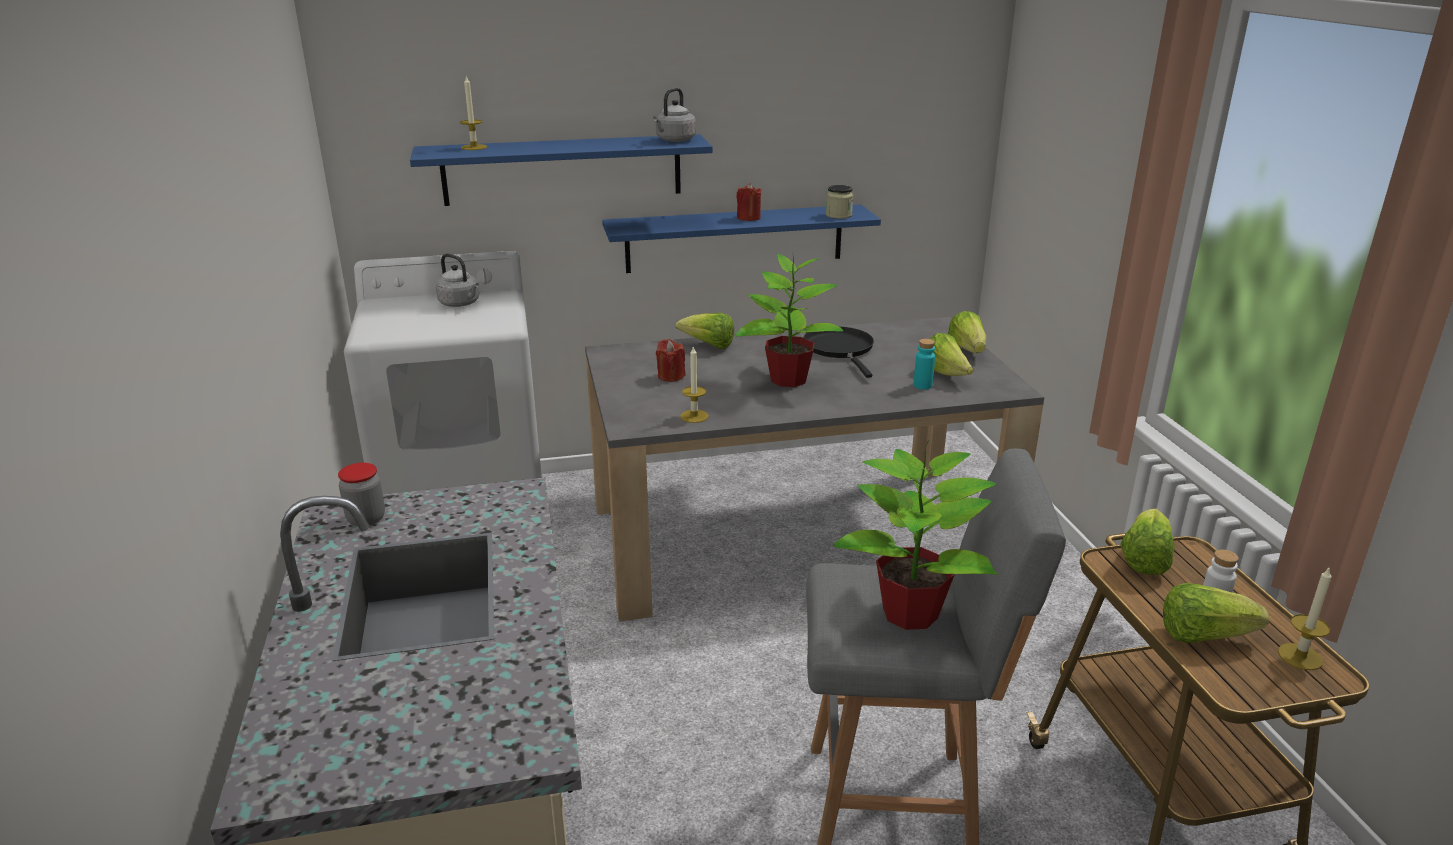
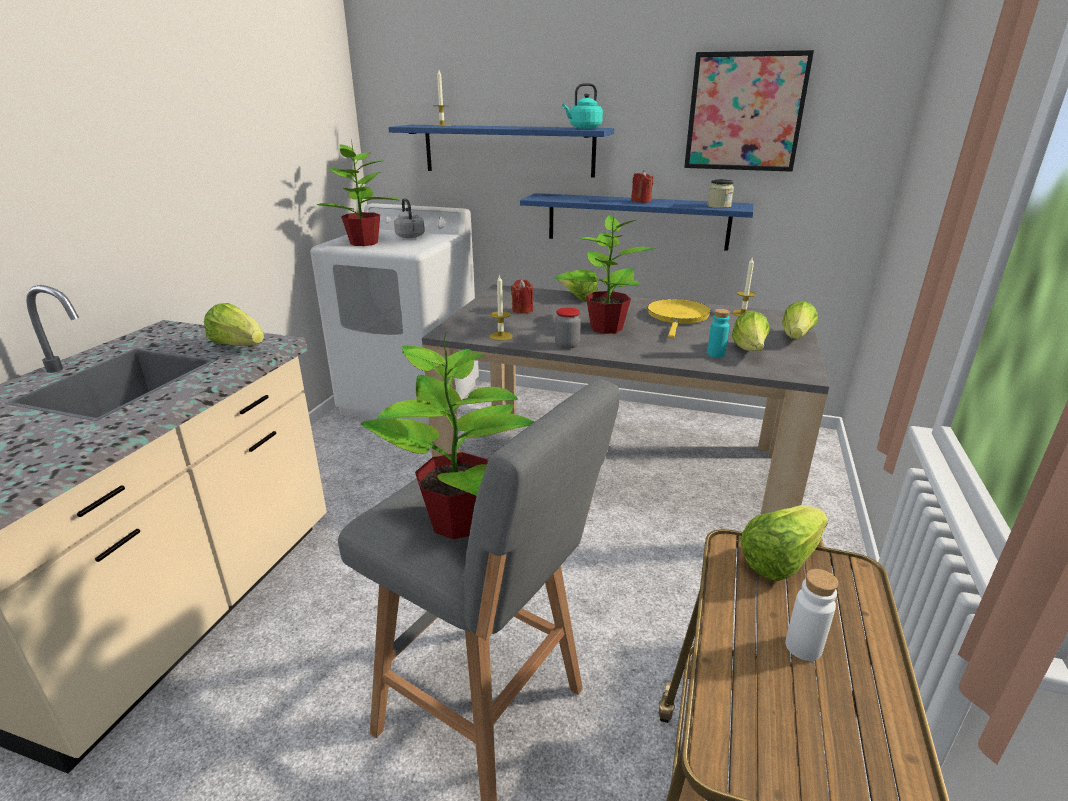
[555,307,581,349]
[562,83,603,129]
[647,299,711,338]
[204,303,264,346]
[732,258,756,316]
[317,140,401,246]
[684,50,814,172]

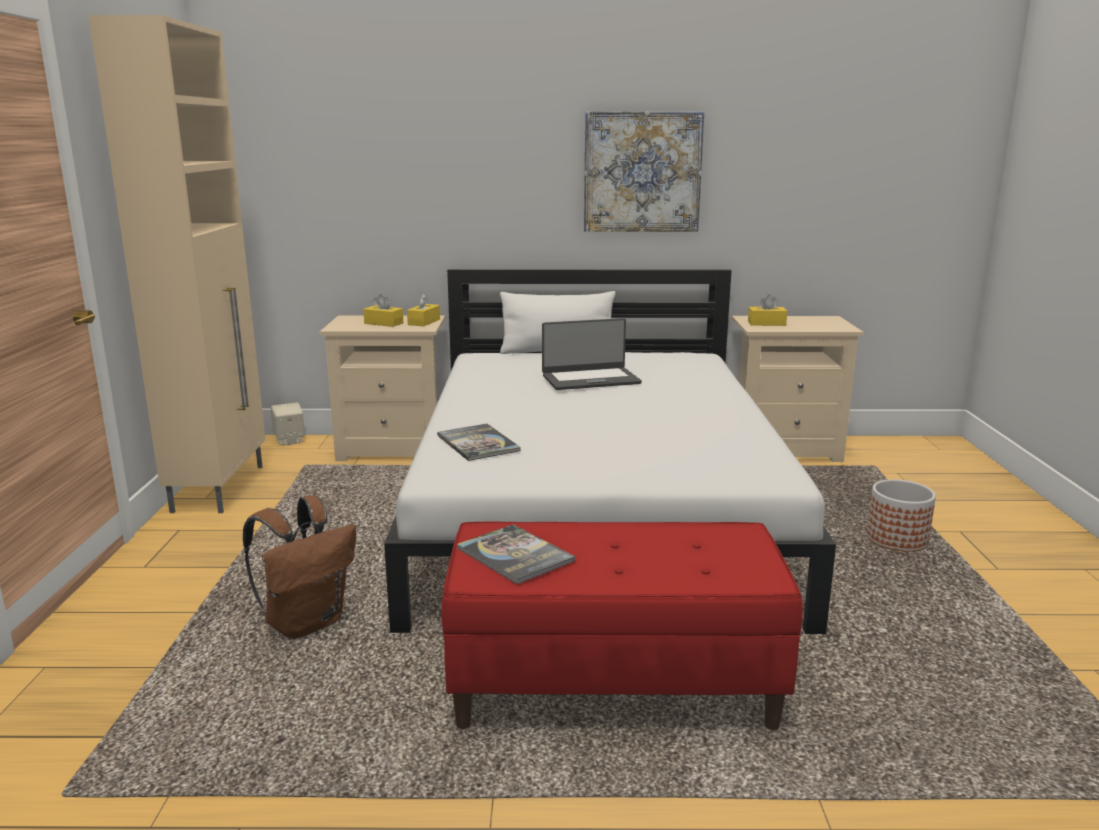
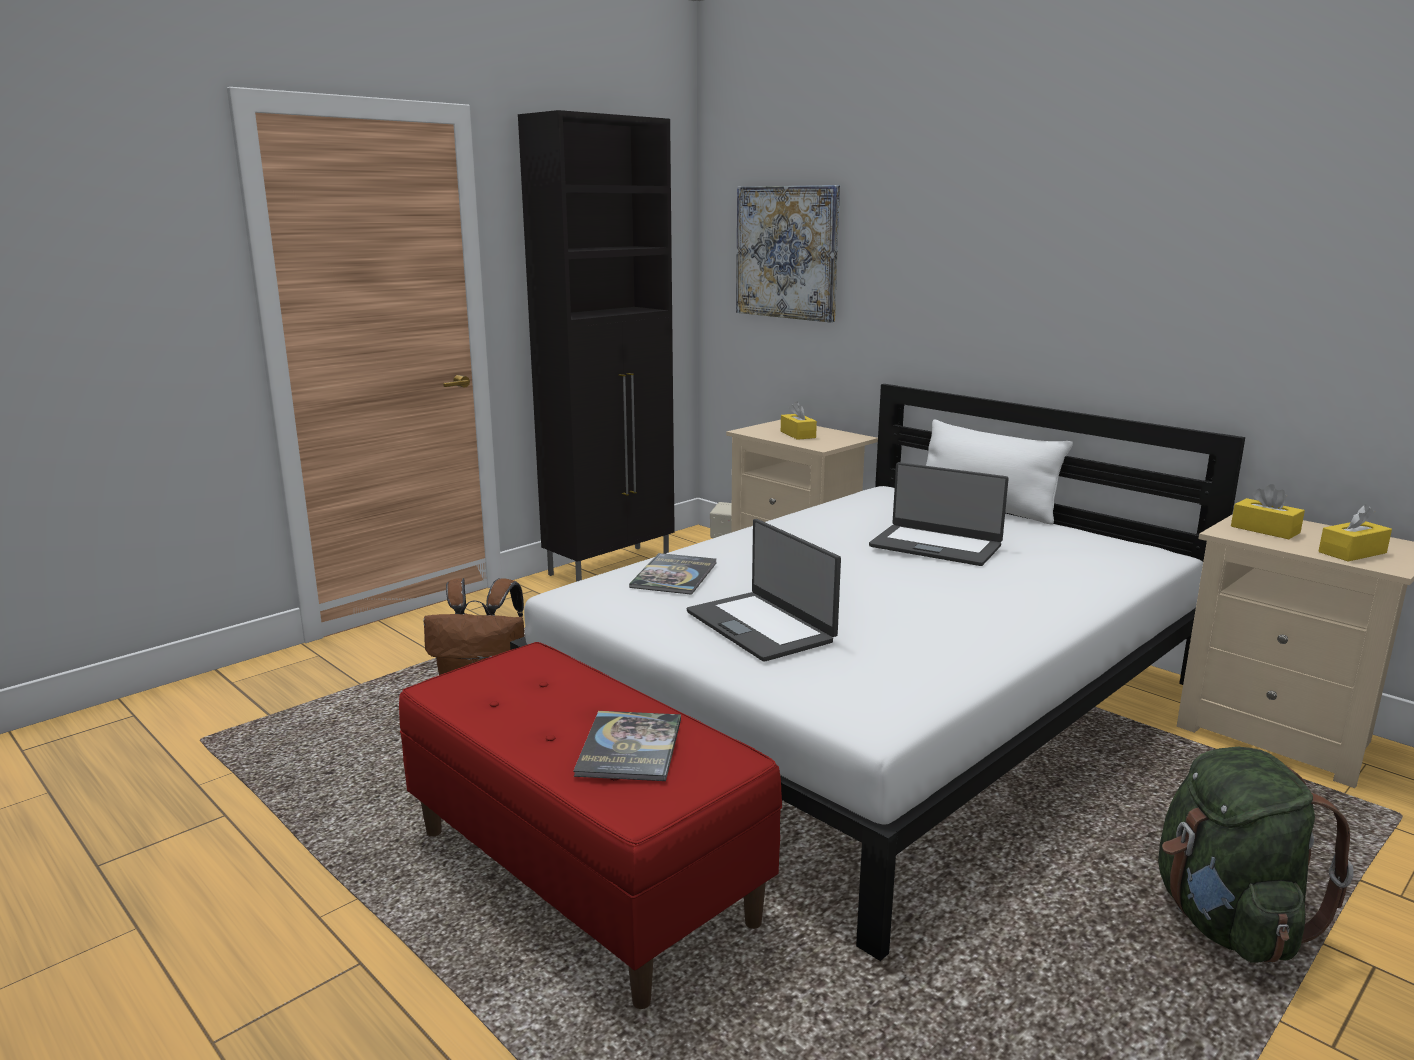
[518,110,675,582]
[1318,504,1392,562]
[573,711,681,781]
[736,185,840,322]
[1158,747,1353,963]
[686,519,841,662]

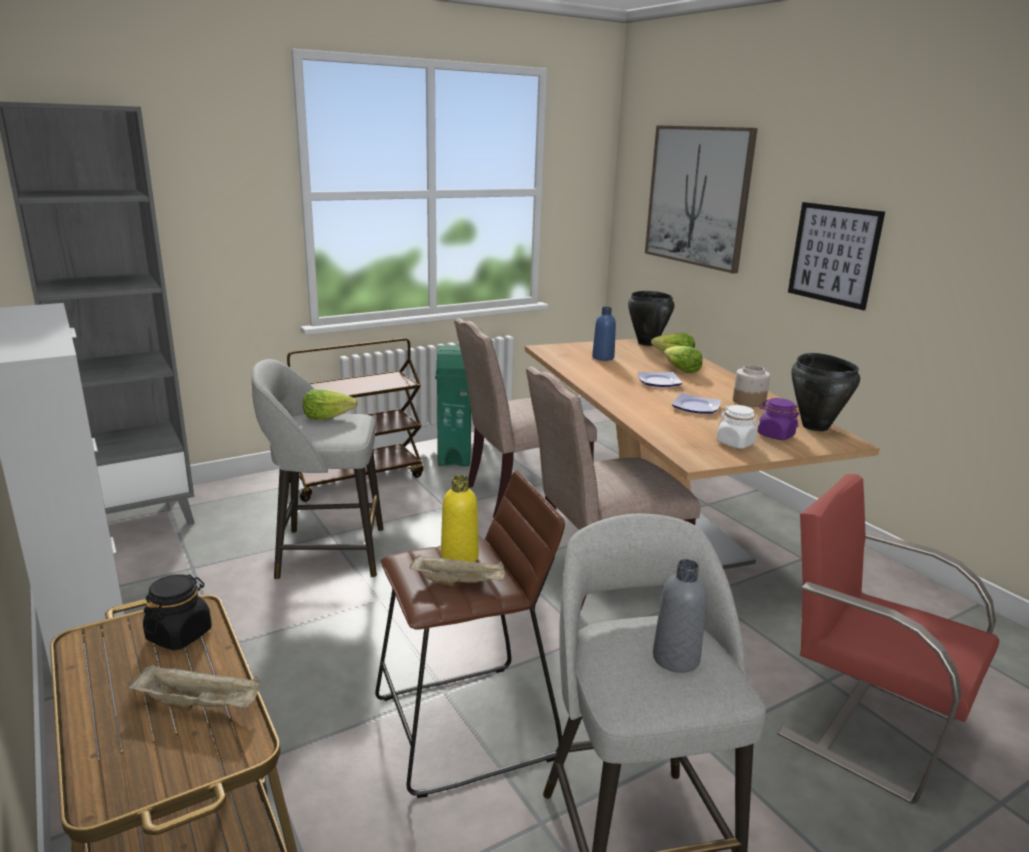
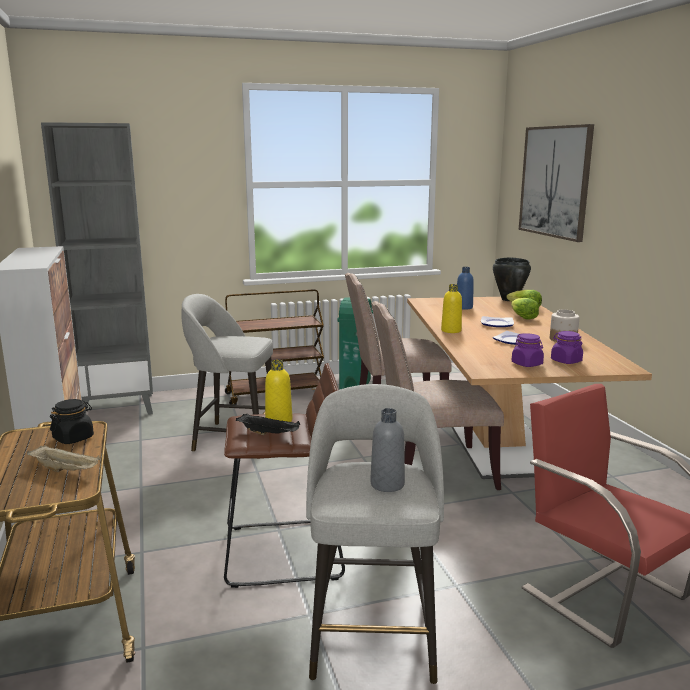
[303,389,358,420] (first image)
[236,413,300,435]
[512,333,544,367]
[788,202,885,310] (first image)
[791,353,860,431] (first image)
[441,284,462,333]

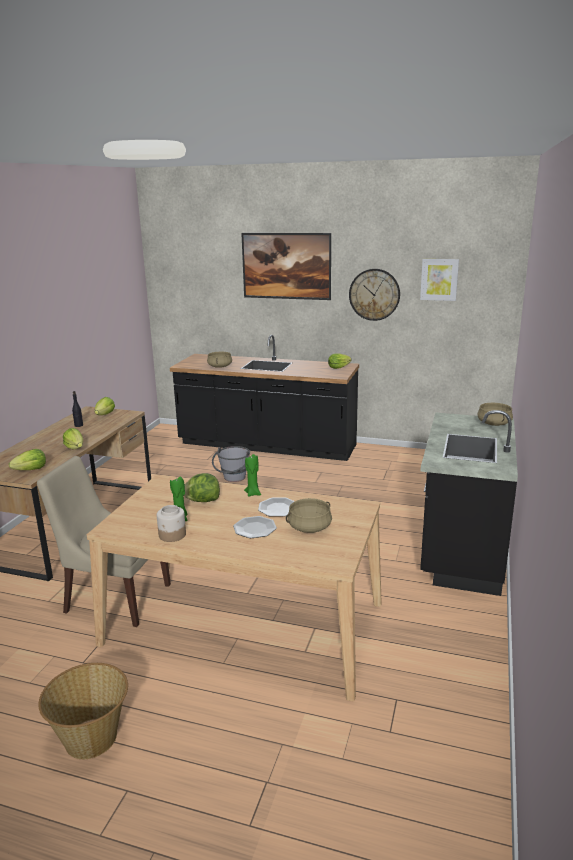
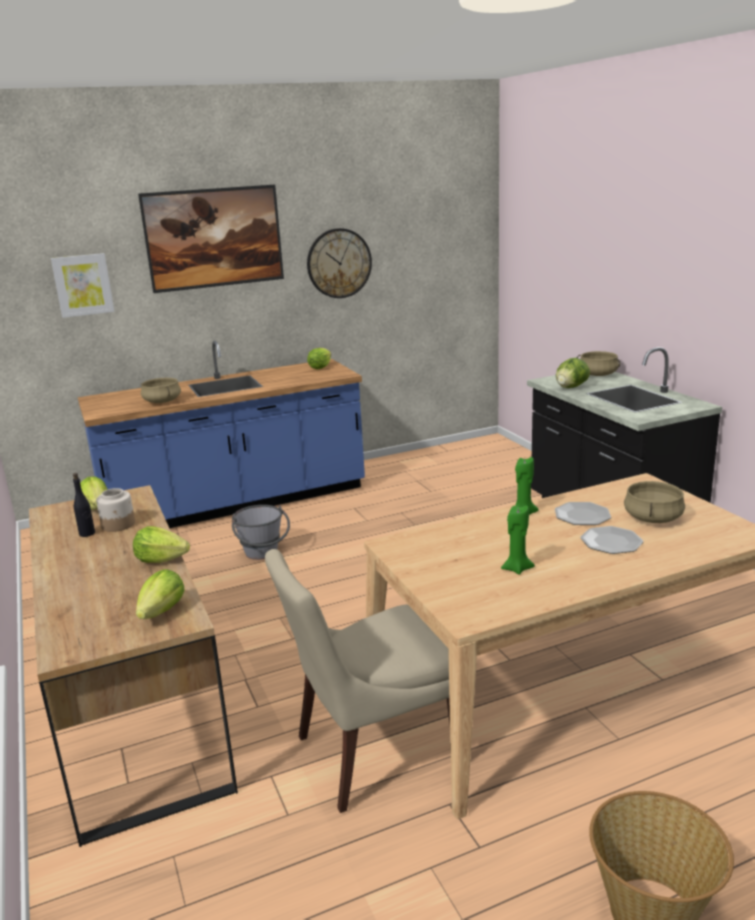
[96,488,135,532]
[78,341,365,528]
[556,358,590,388]
[51,253,115,318]

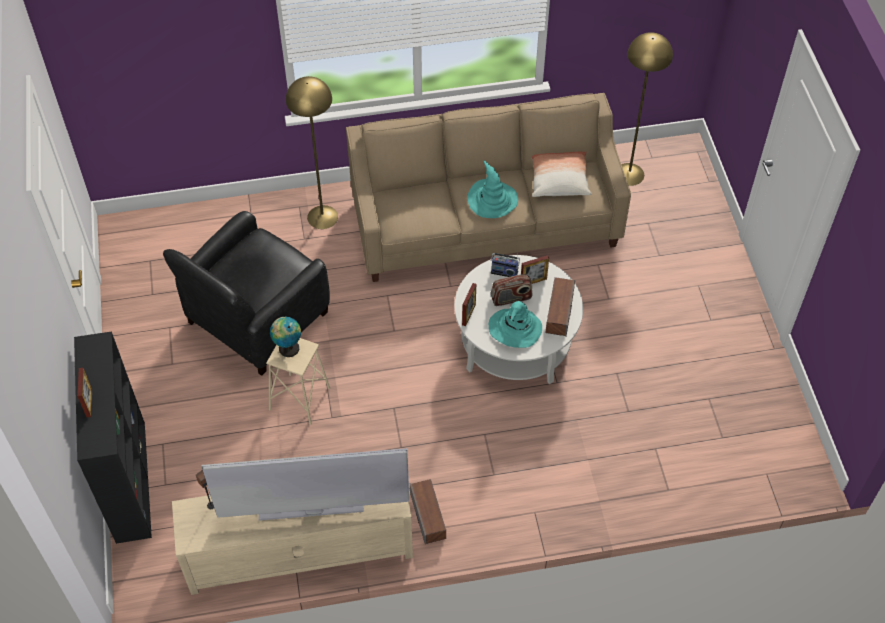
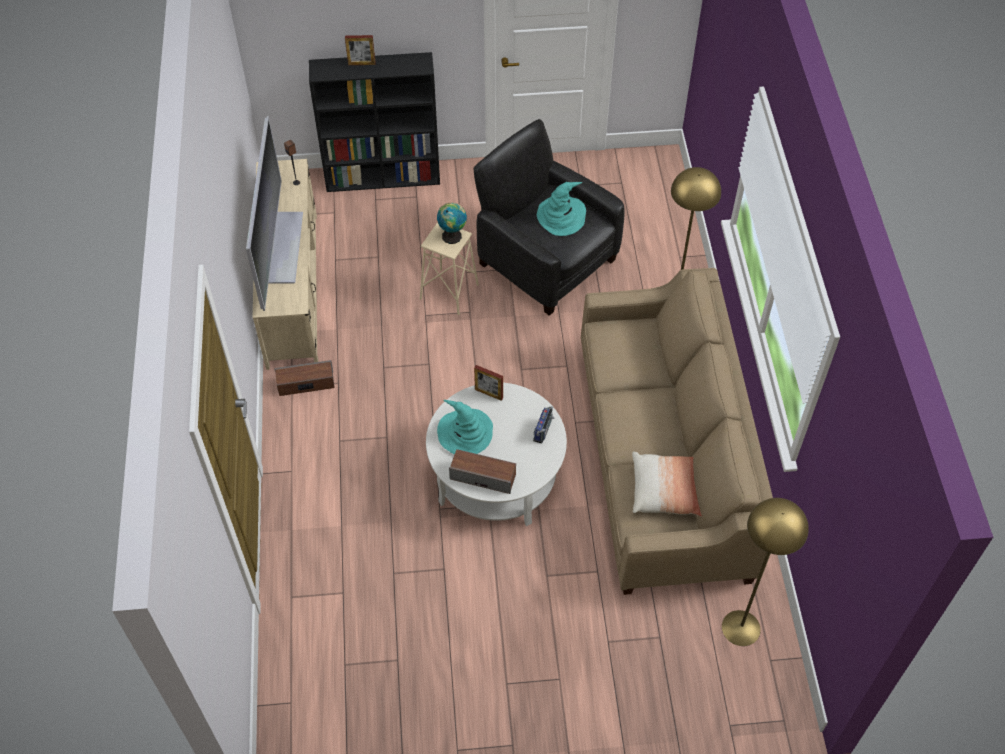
[537,182,586,236]
[491,274,532,306] (first image)
[521,255,549,284] (first image)

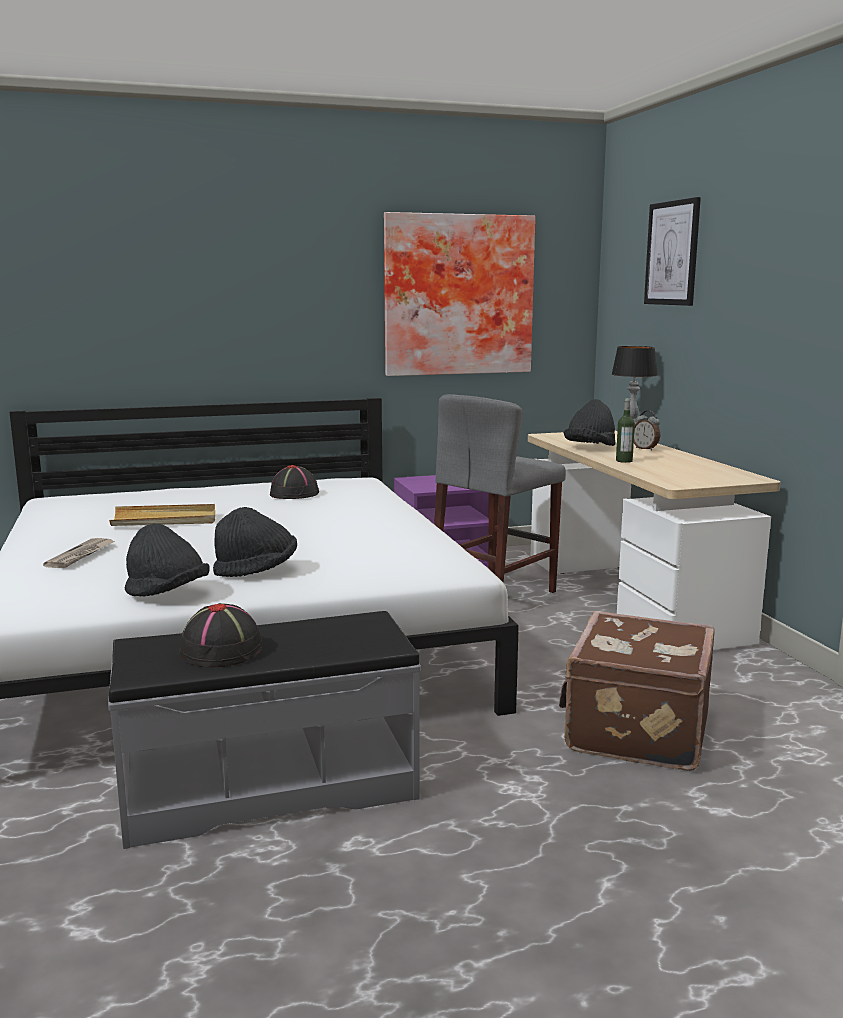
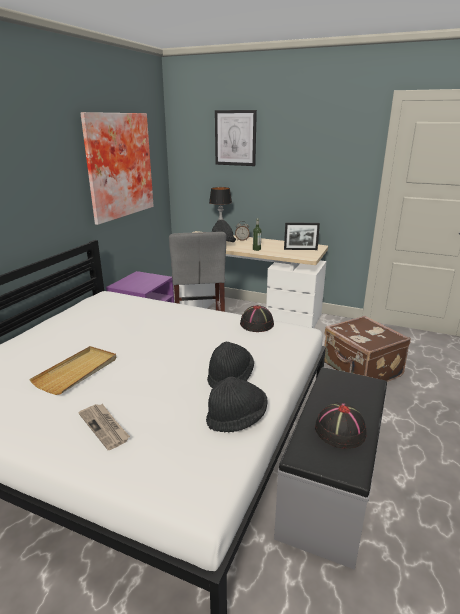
[240,305,274,332]
[284,222,320,250]

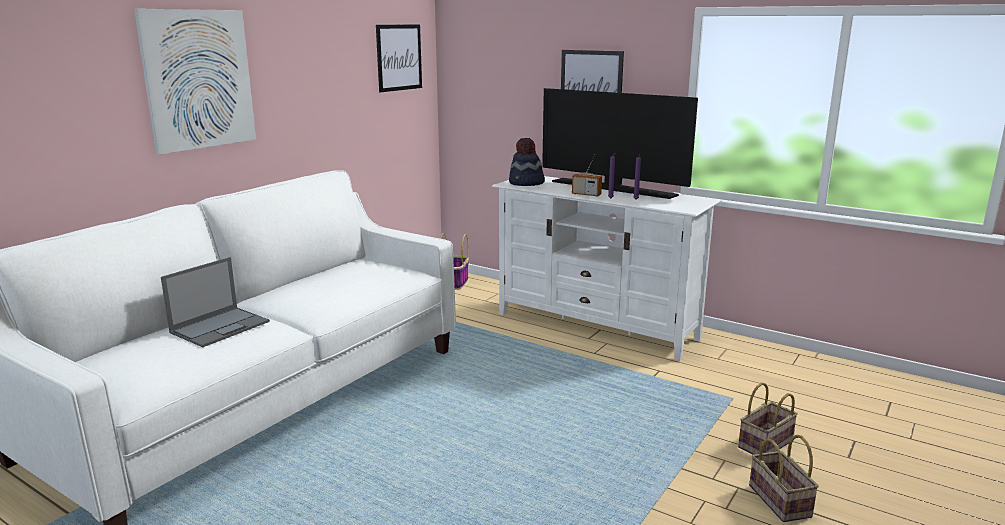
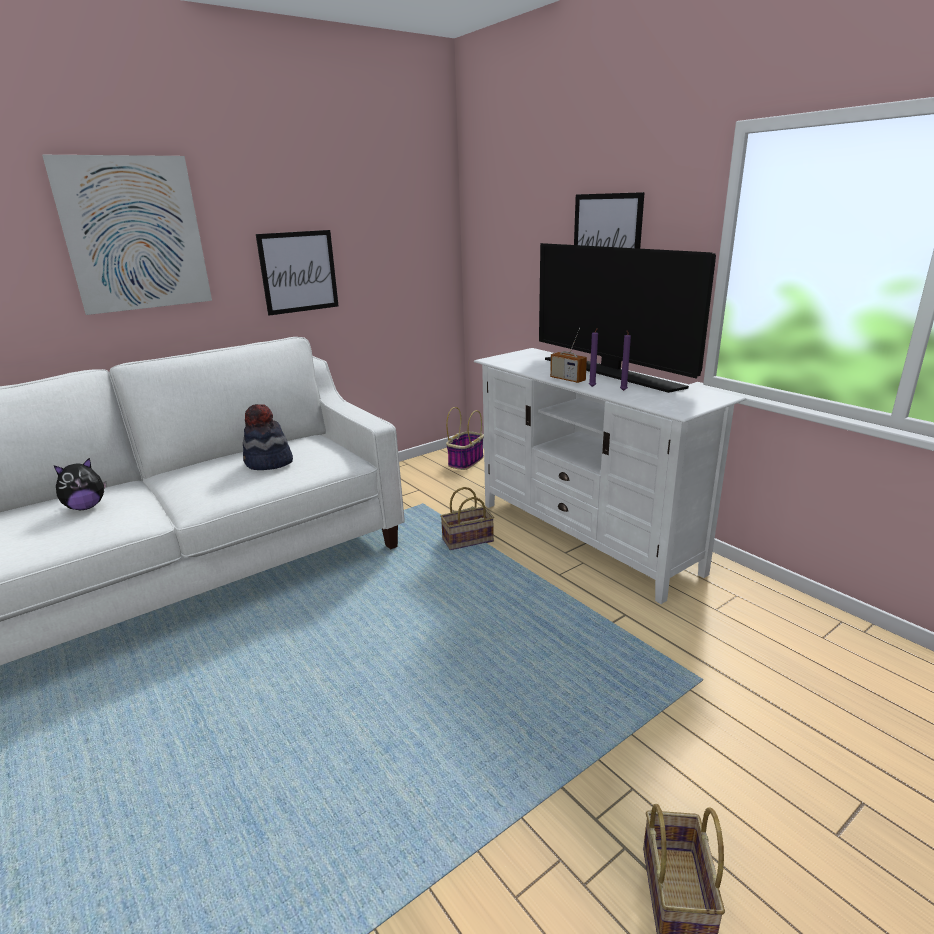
[54,458,107,510]
[256,230,339,316]
[243,404,293,470]
[440,487,494,550]

